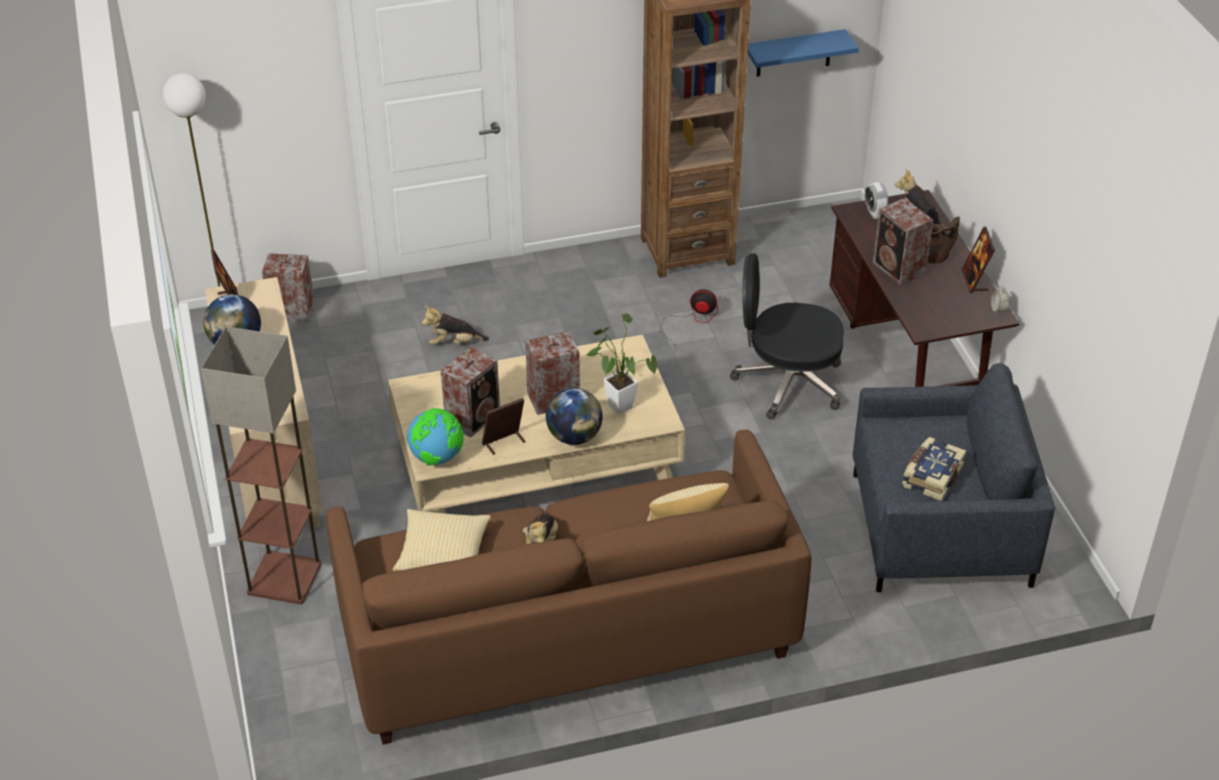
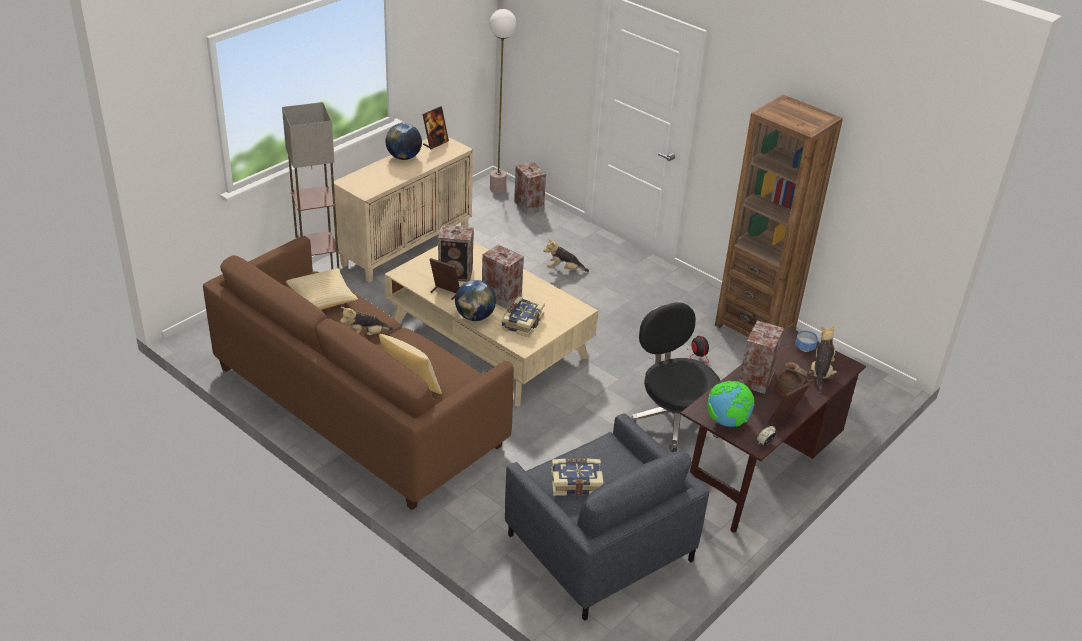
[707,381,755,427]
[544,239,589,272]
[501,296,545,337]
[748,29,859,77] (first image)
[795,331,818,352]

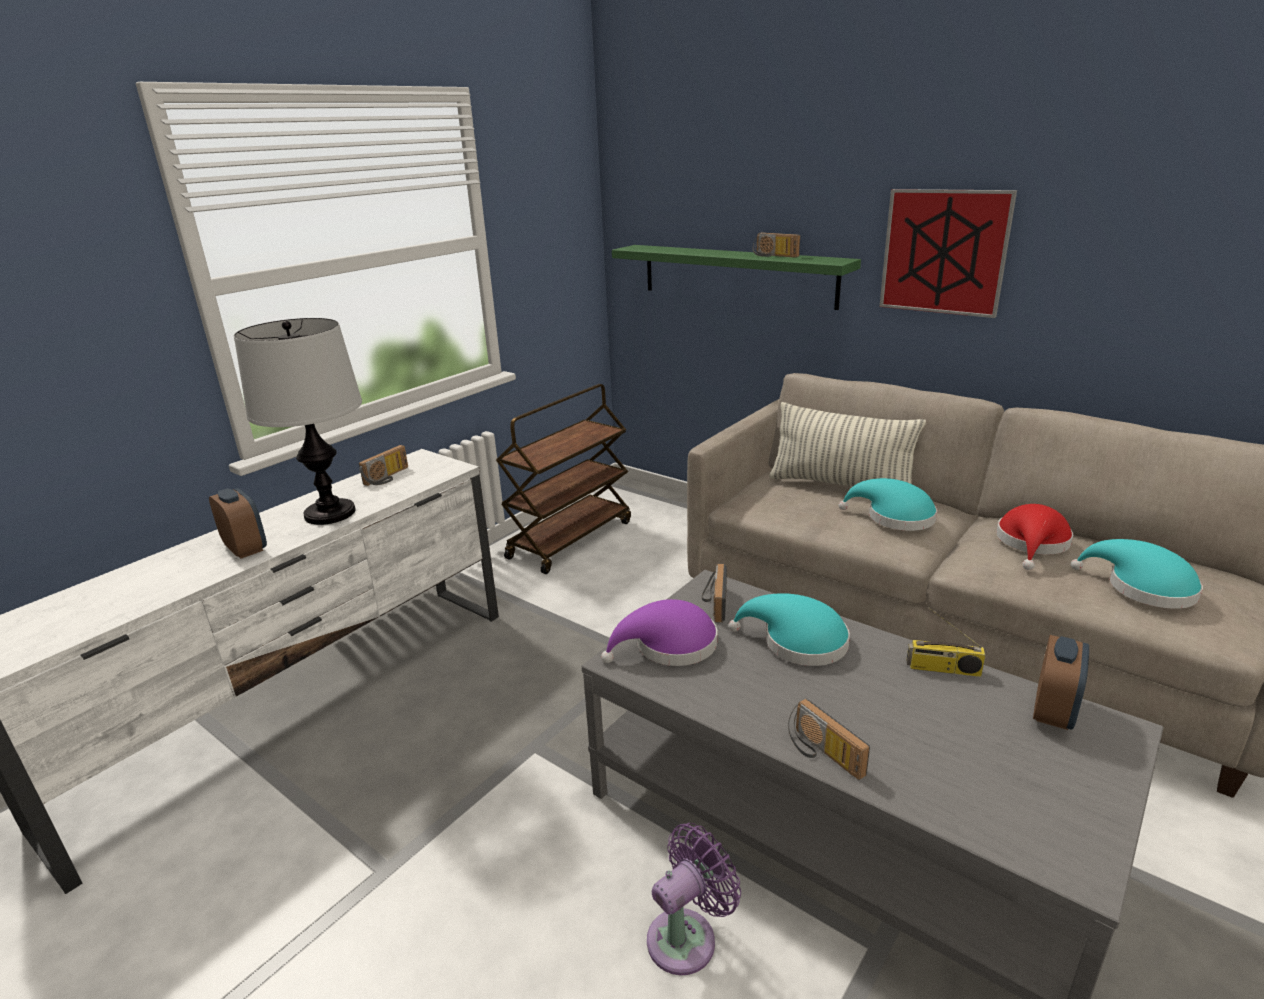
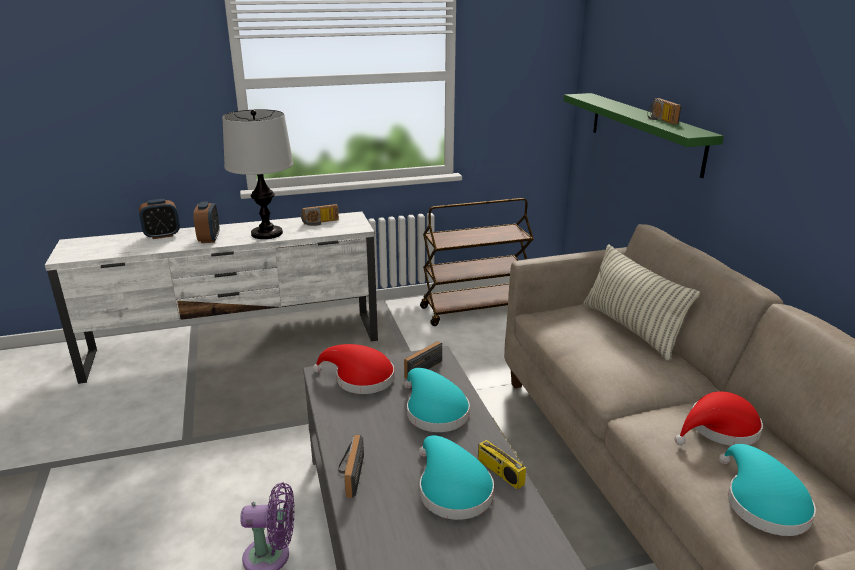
[313,344,395,394]
[419,435,494,520]
[879,189,1017,318] (first image)
[139,199,180,239]

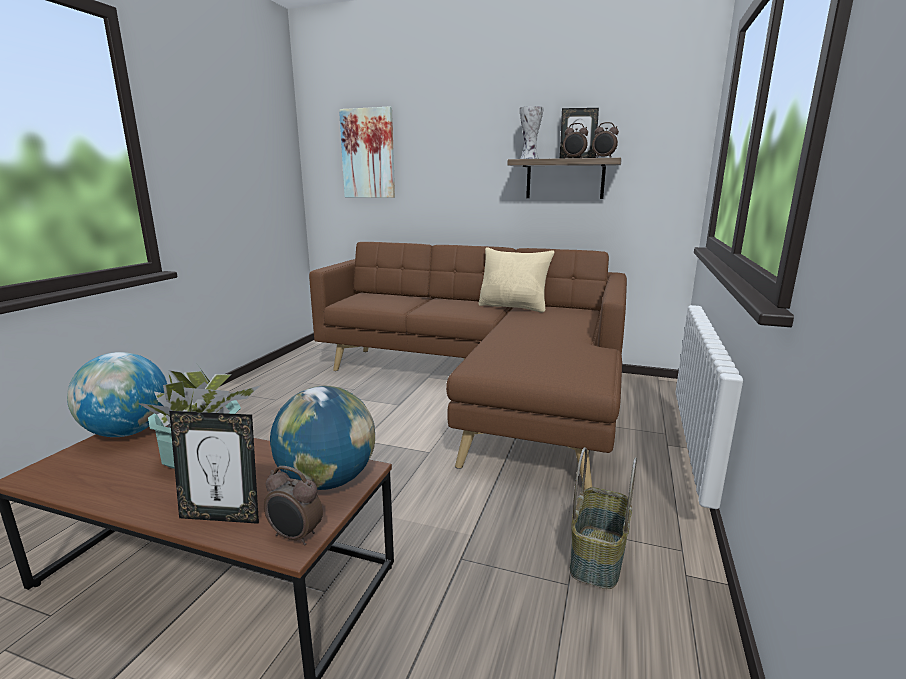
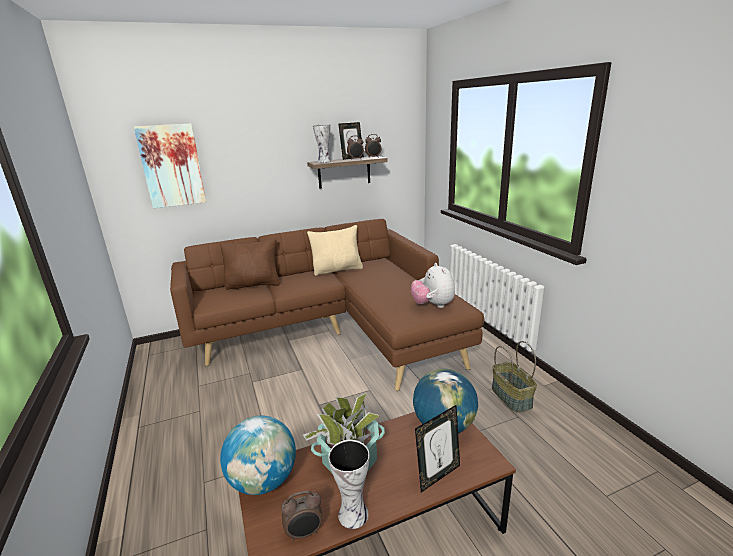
[281,491,323,541]
[220,238,280,290]
[328,440,370,529]
[411,263,455,308]

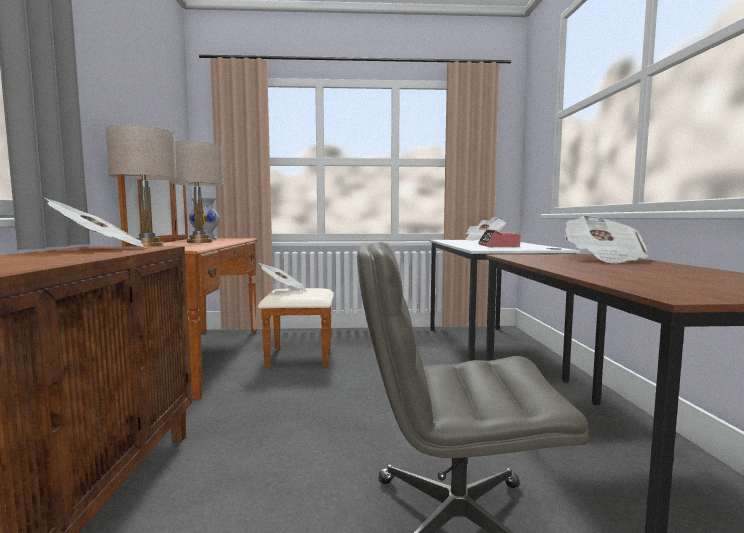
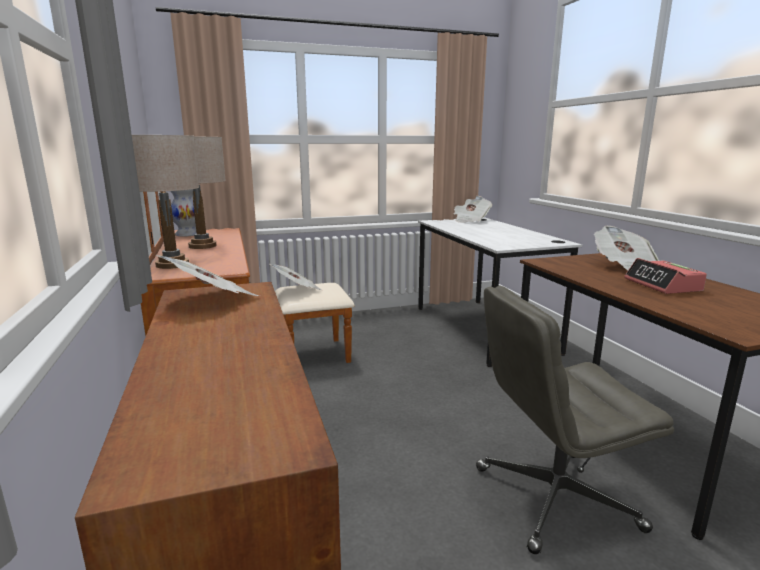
[624,258,707,294]

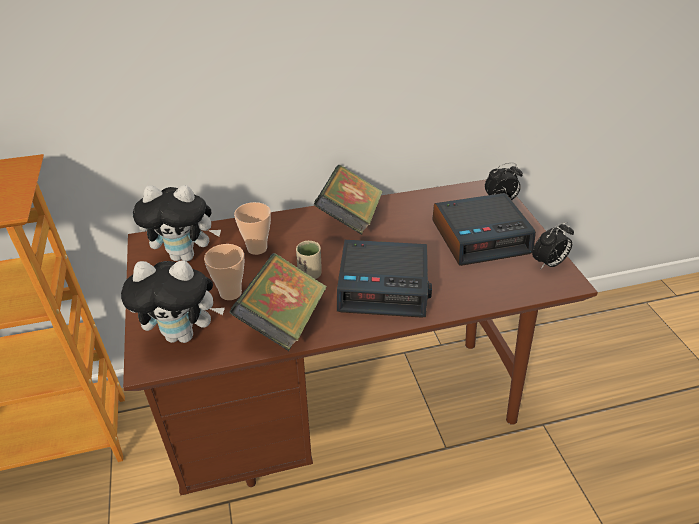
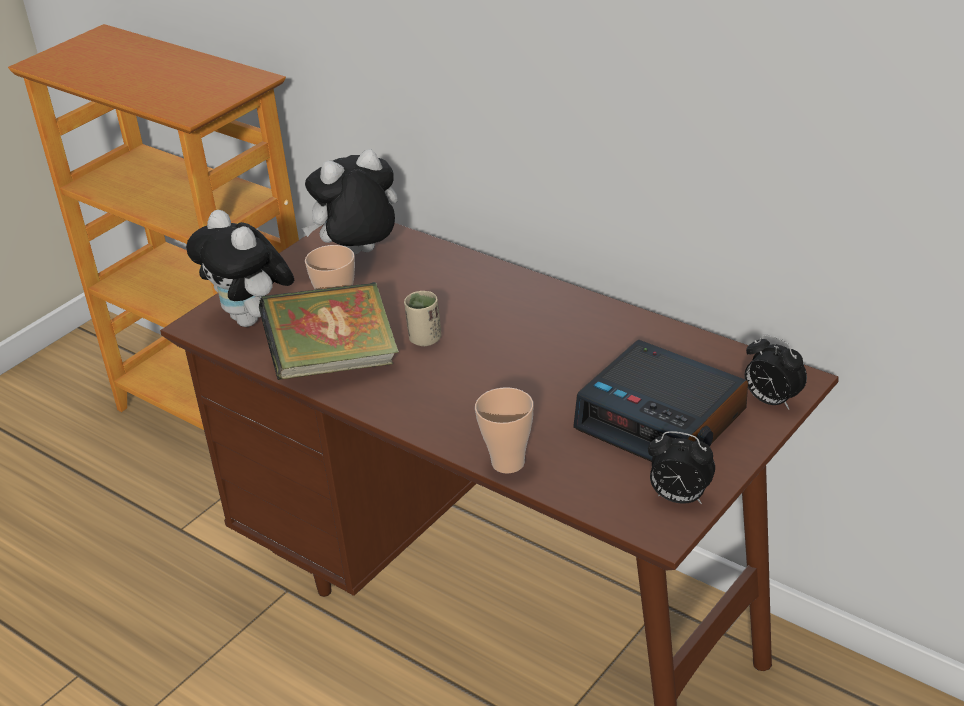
[302,149,398,255]
[475,387,533,473]
[313,165,383,235] (first image)
[337,240,432,318] (first image)

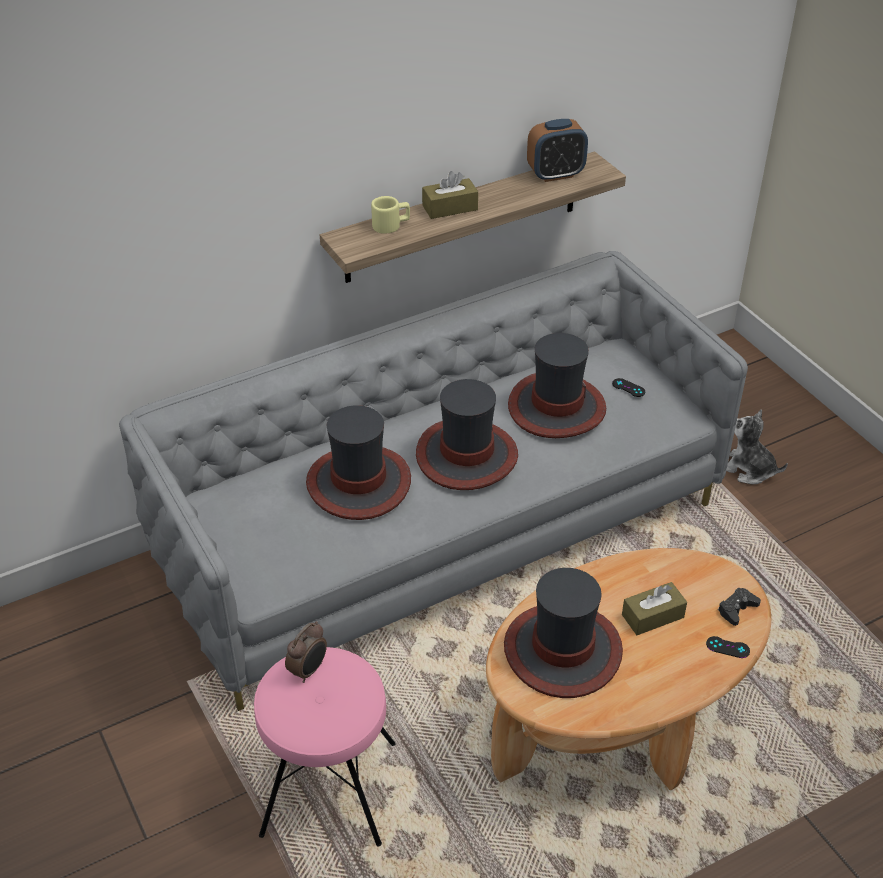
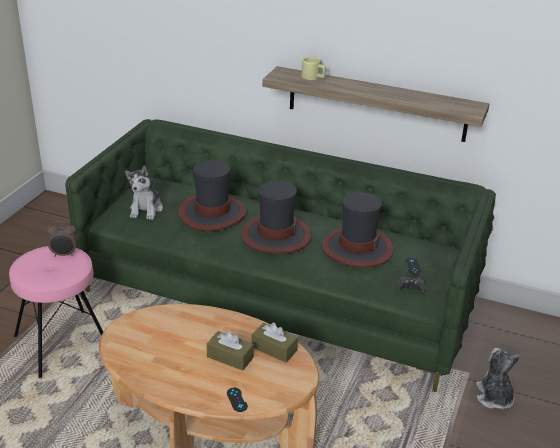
[65,119,496,392]
[252,323,298,363]
[504,568,623,698] (first image)
[527,119,588,182] (first image)
[397,276,426,293]
[125,166,163,220]

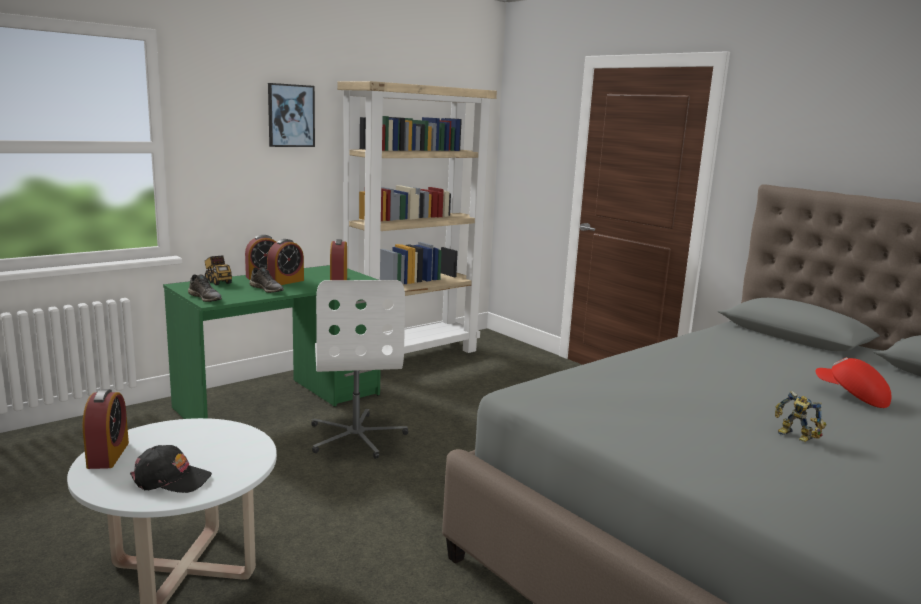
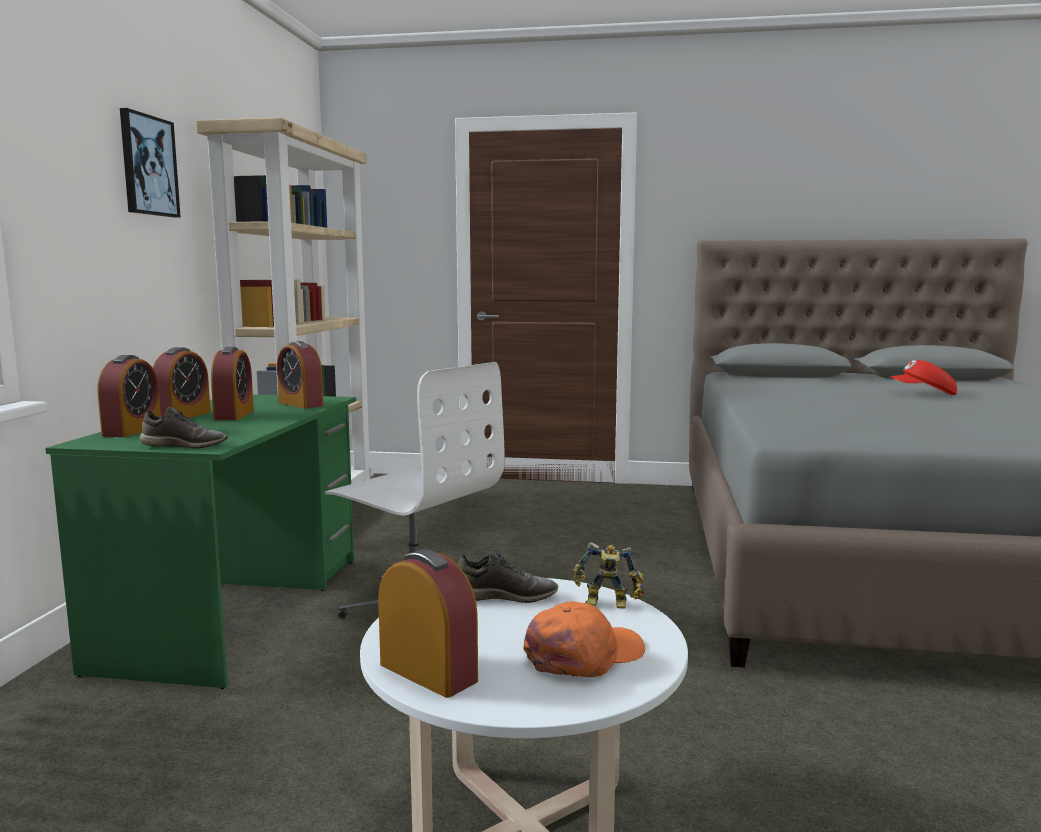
[523,601,645,677]
[97,355,161,437]
[458,550,558,603]
[573,542,645,609]

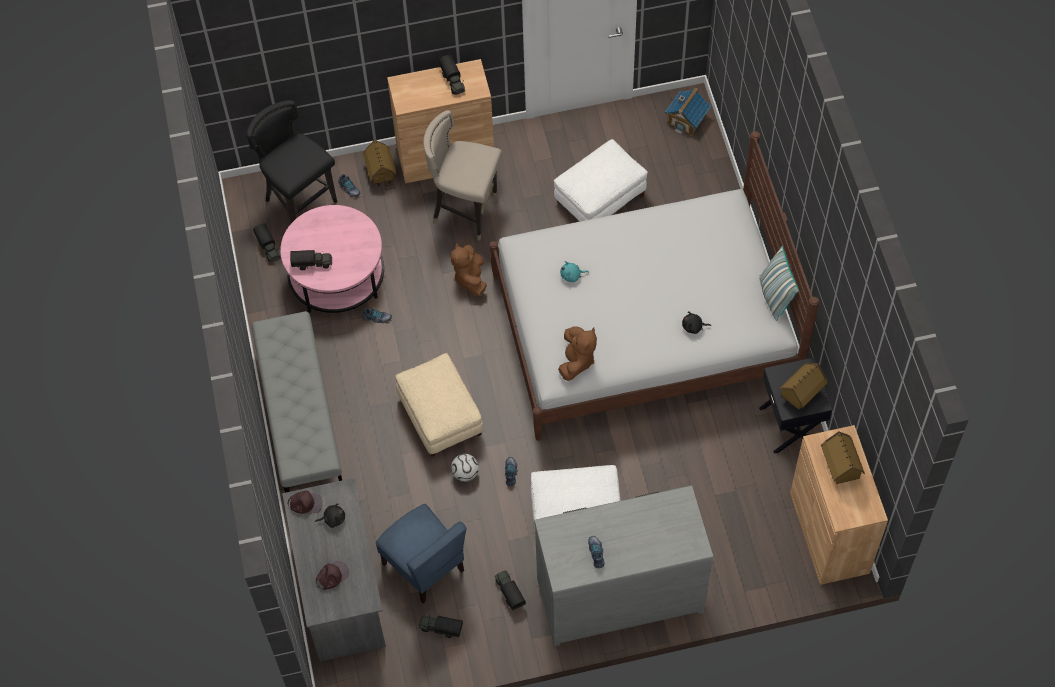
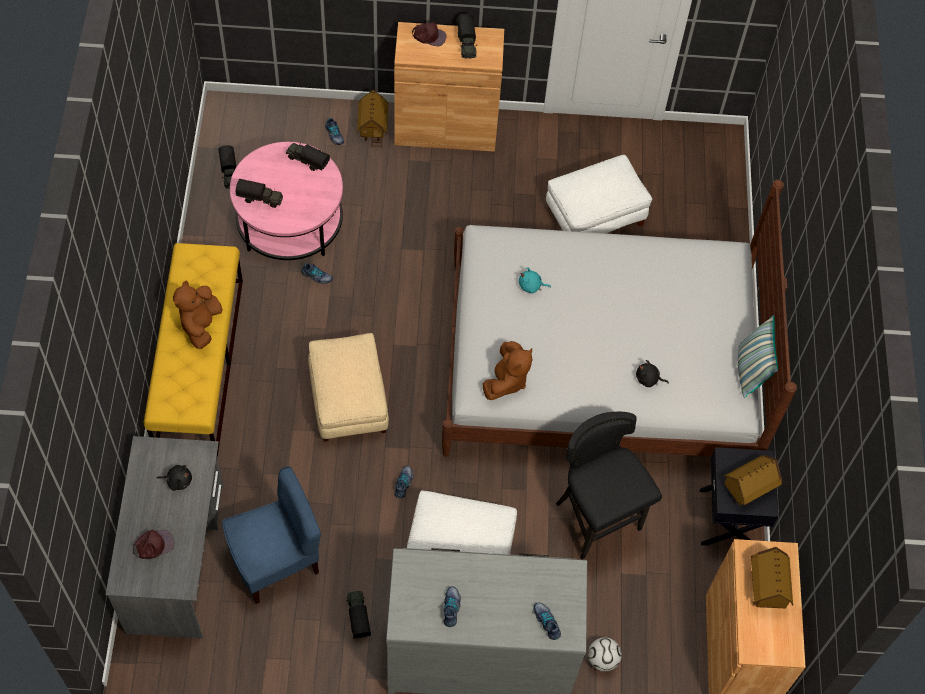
[556,412,662,560]
[143,243,243,457]
[412,22,446,46]
[222,466,321,604]
[286,143,330,171]
[423,110,502,240] (first image)
[173,281,222,349]
[588,637,622,672]
[665,87,711,136] (first image)
[533,602,561,640]

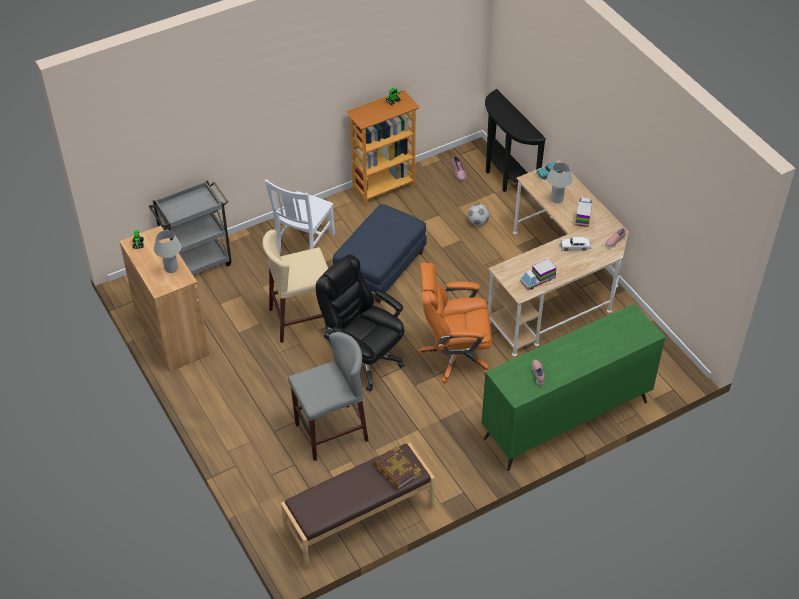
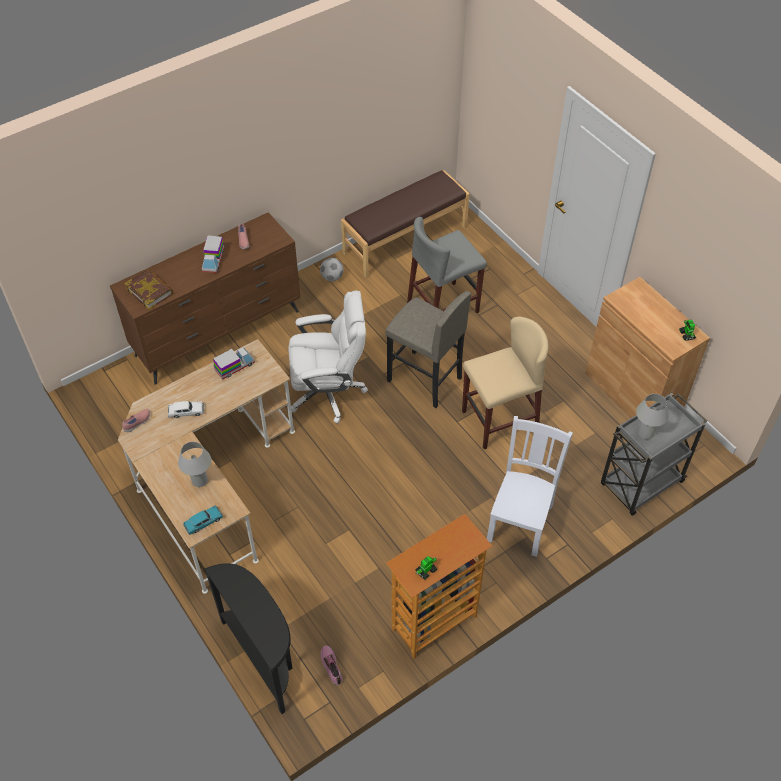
[636,394,669,440]
[385,291,471,408]
[333,204,427,303] (first image)
[124,269,173,310]
[289,291,368,424]
[320,258,343,281]
[110,212,300,385]
[202,235,224,273]

